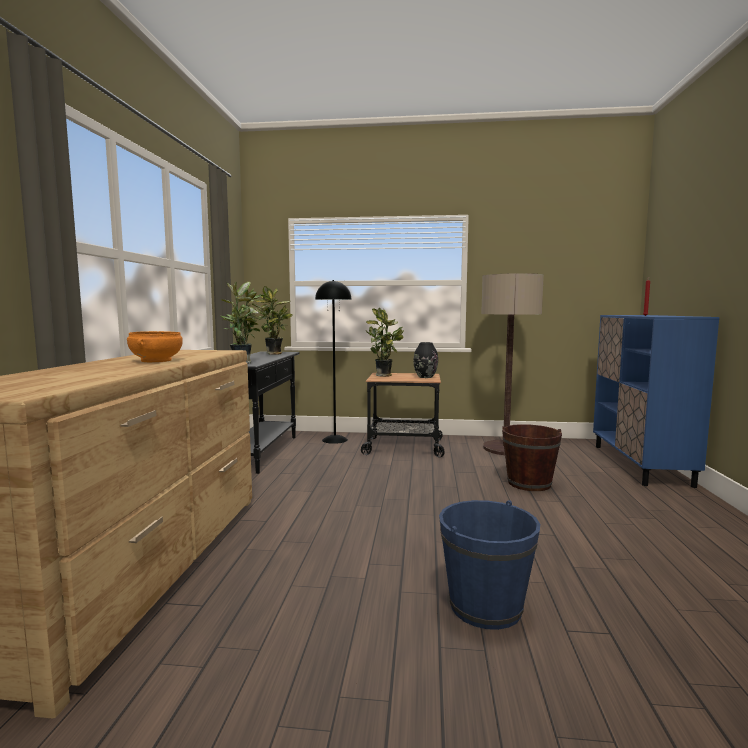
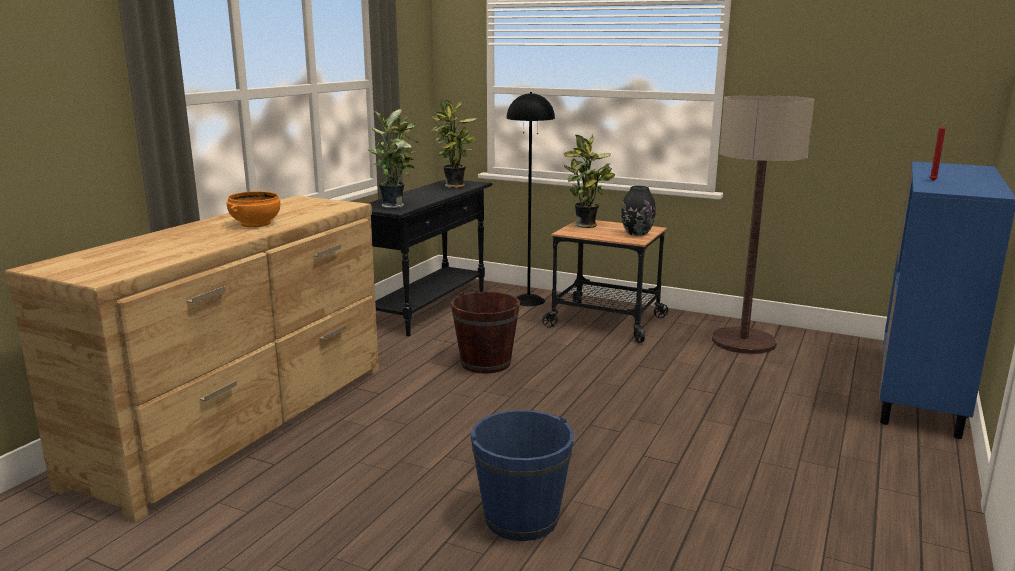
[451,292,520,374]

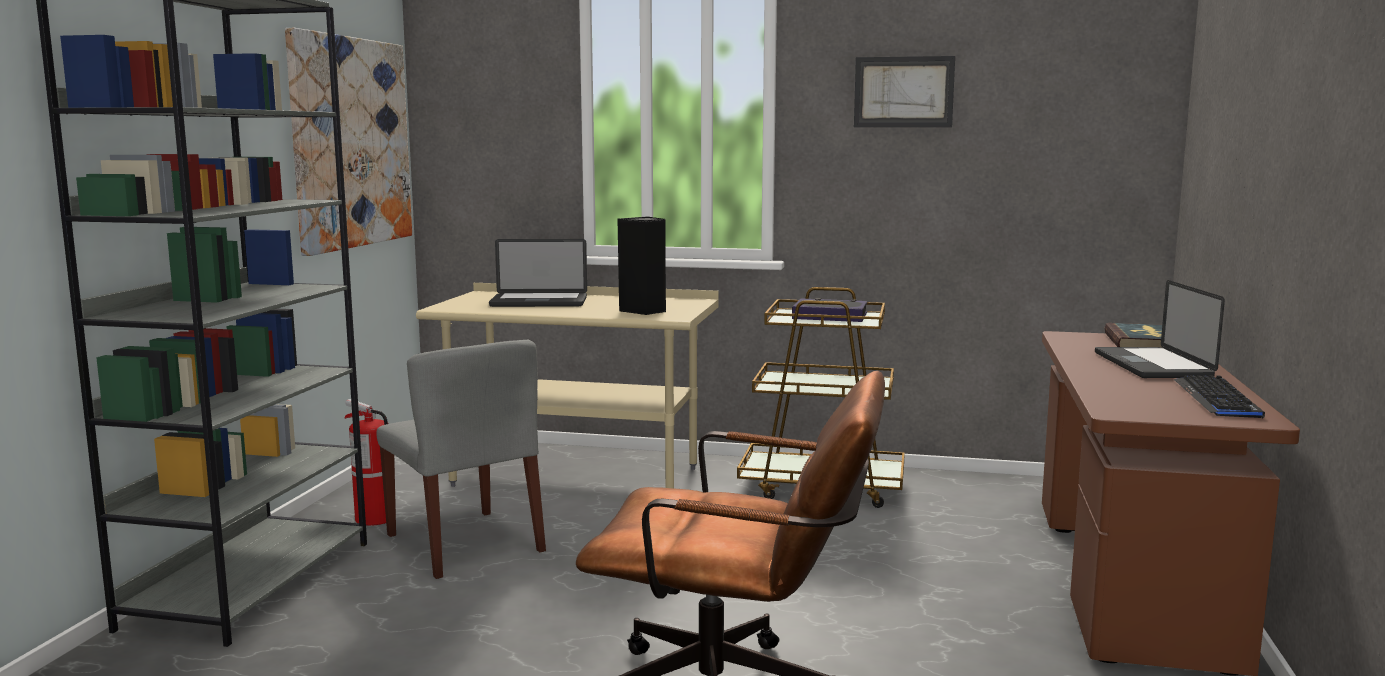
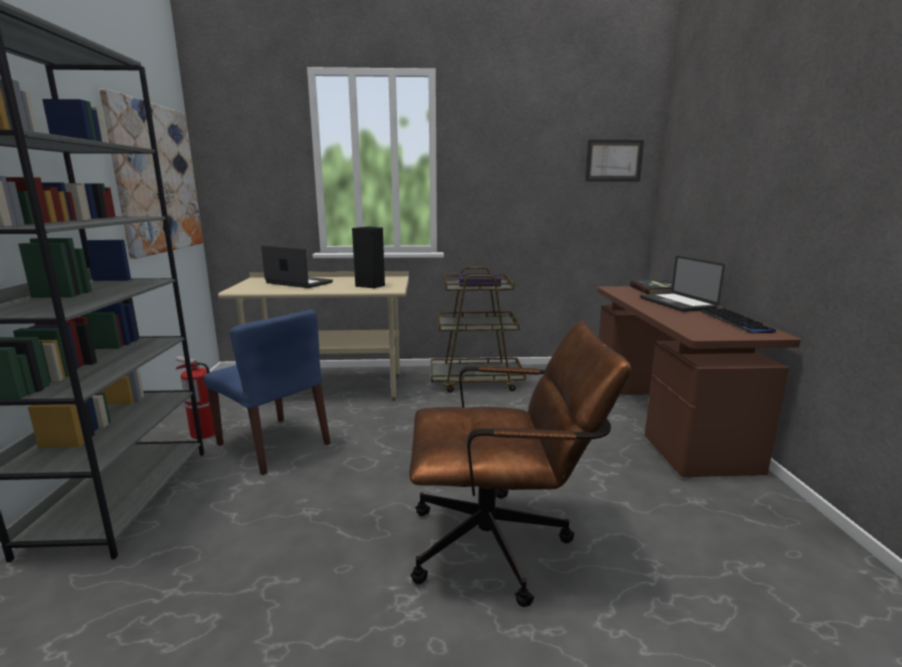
[204,310,331,475]
[261,245,333,288]
[585,140,644,181]

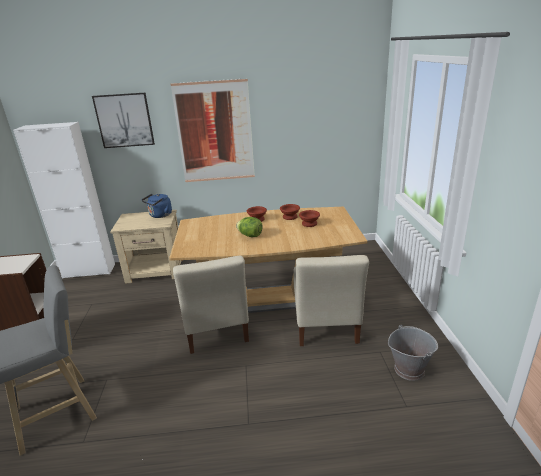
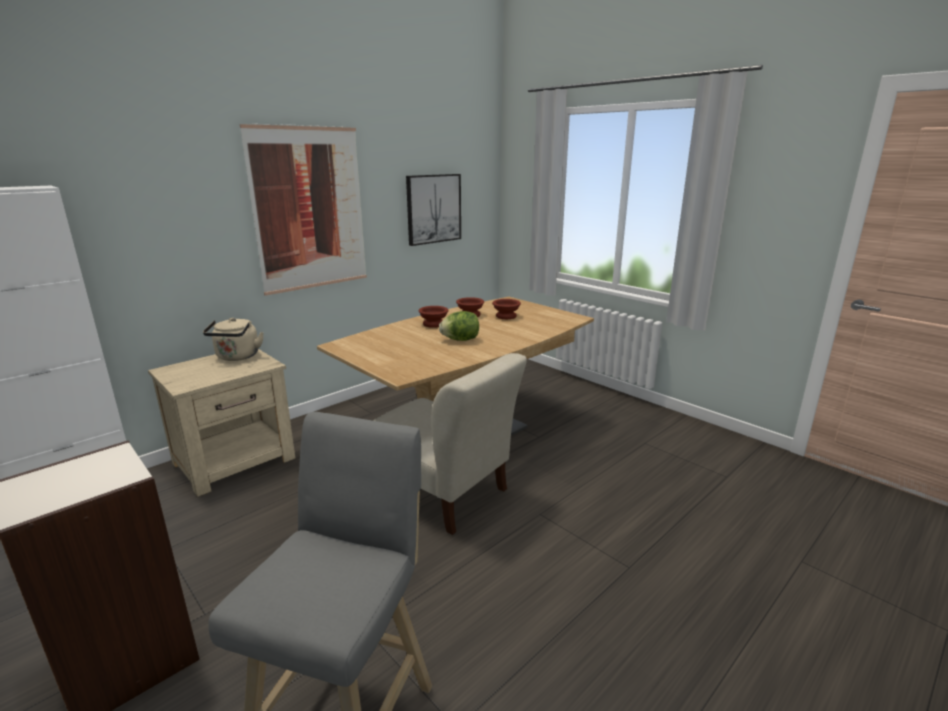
[203,318,264,361]
[406,174,461,246]
[293,255,369,346] (first image)
[388,324,438,381] (first image)

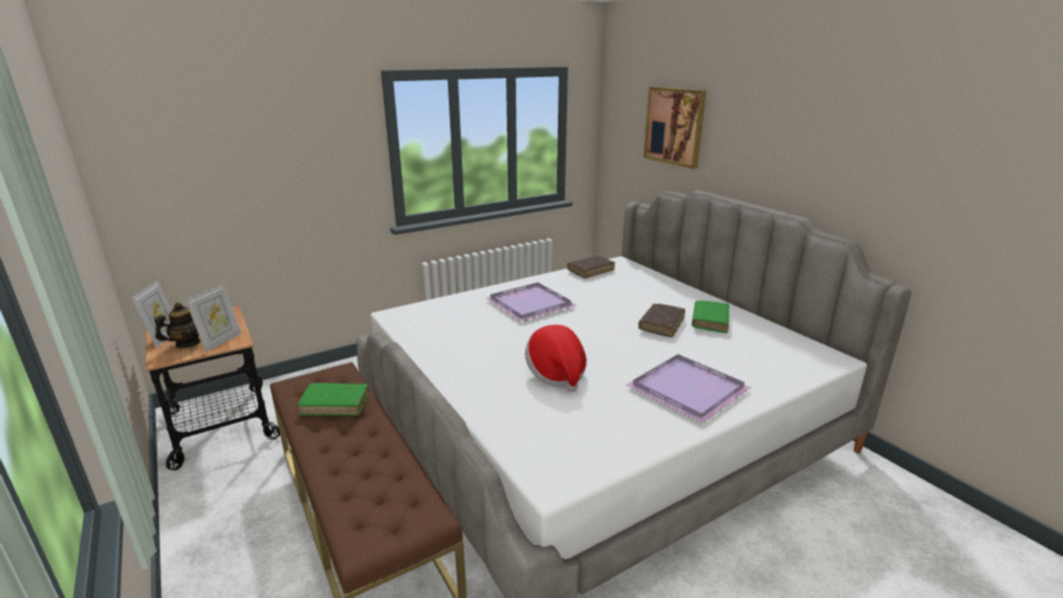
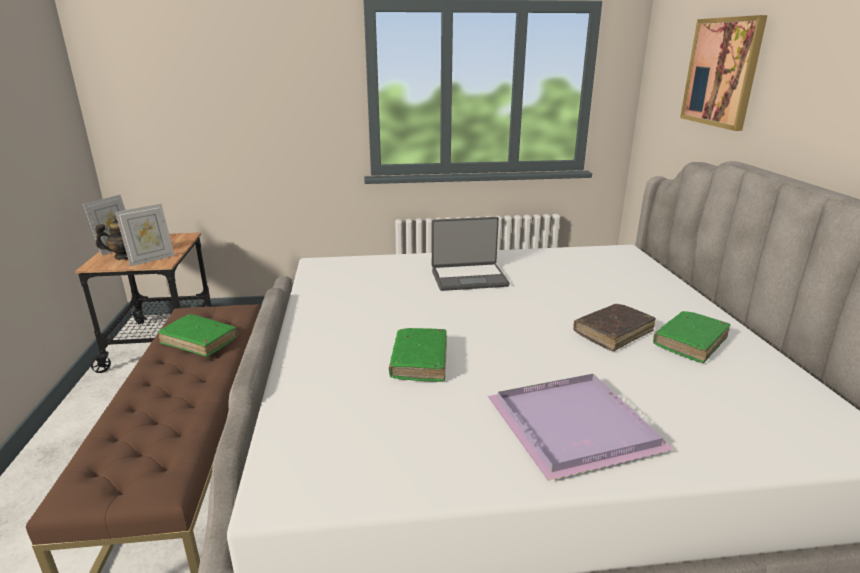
[389,328,447,382]
[432,217,510,291]
[567,256,615,279] (first image)

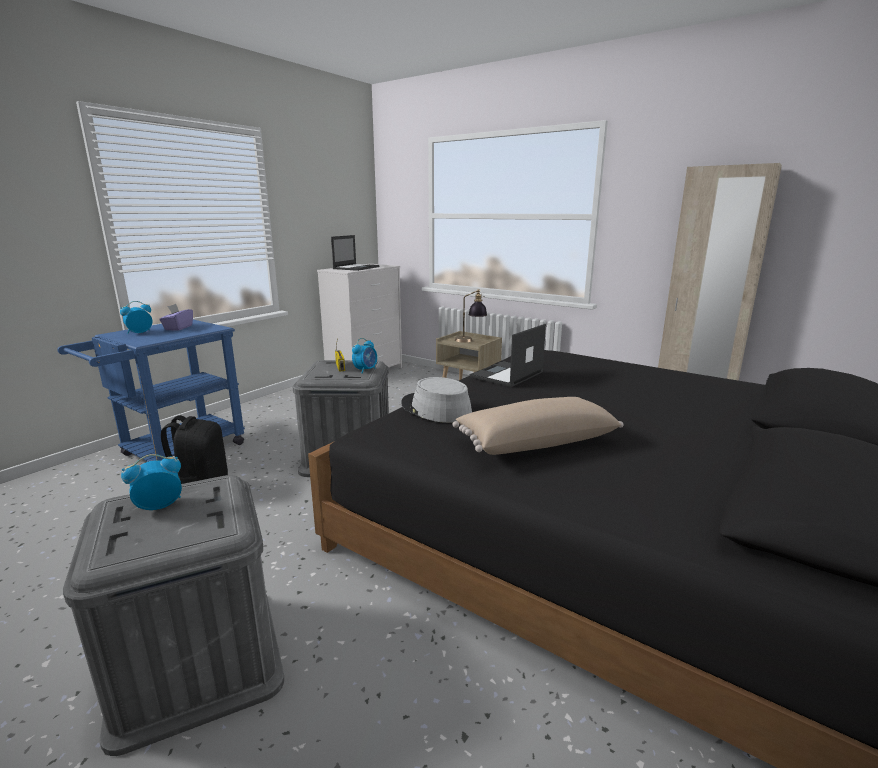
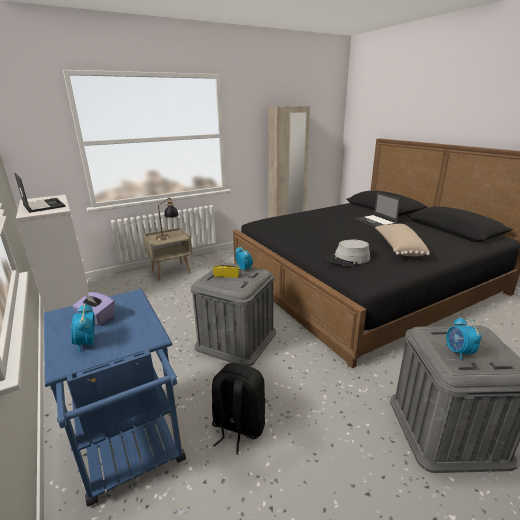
[355,191,401,227]

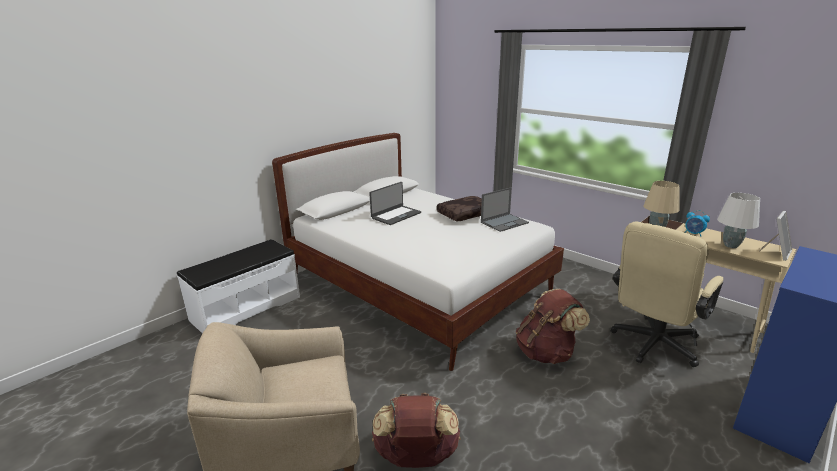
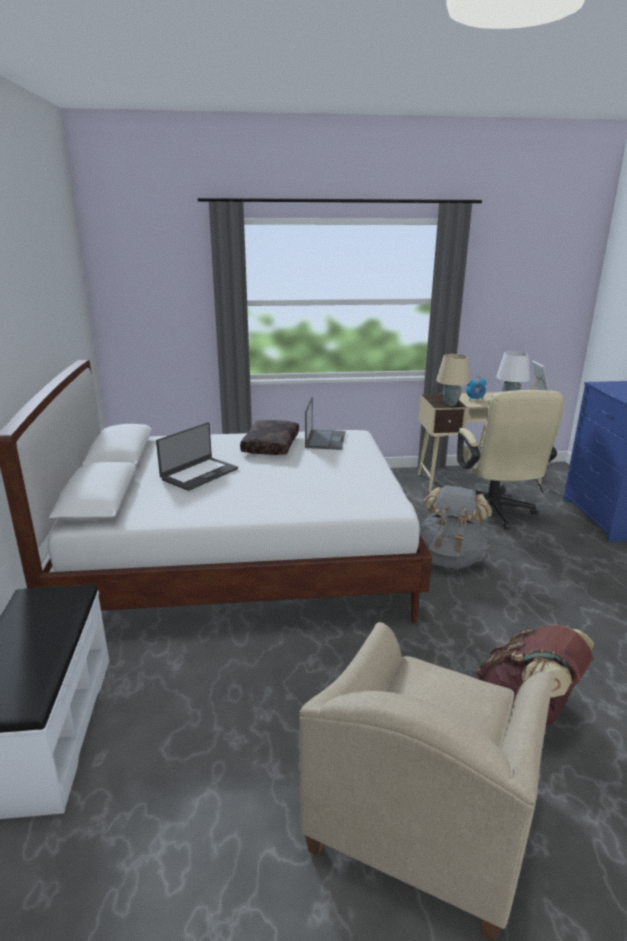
[156,422,238,491]
[419,485,492,569]

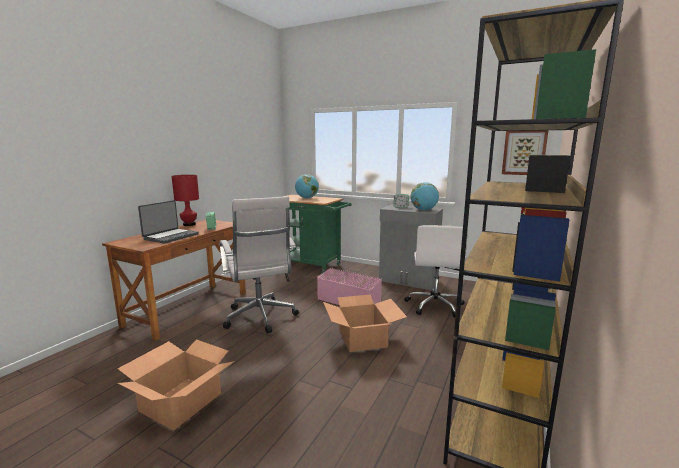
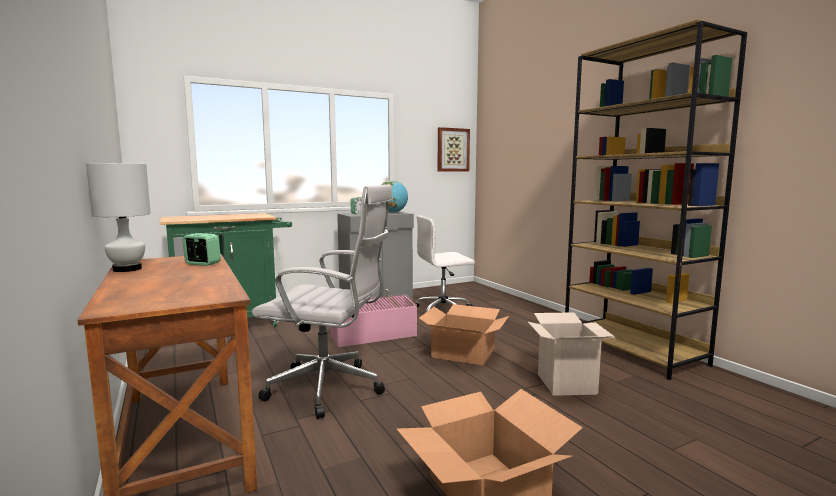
[86,163,151,272]
[416,215,475,312]
[528,312,615,396]
[138,200,199,243] (first image)
[295,174,319,199] (first image)

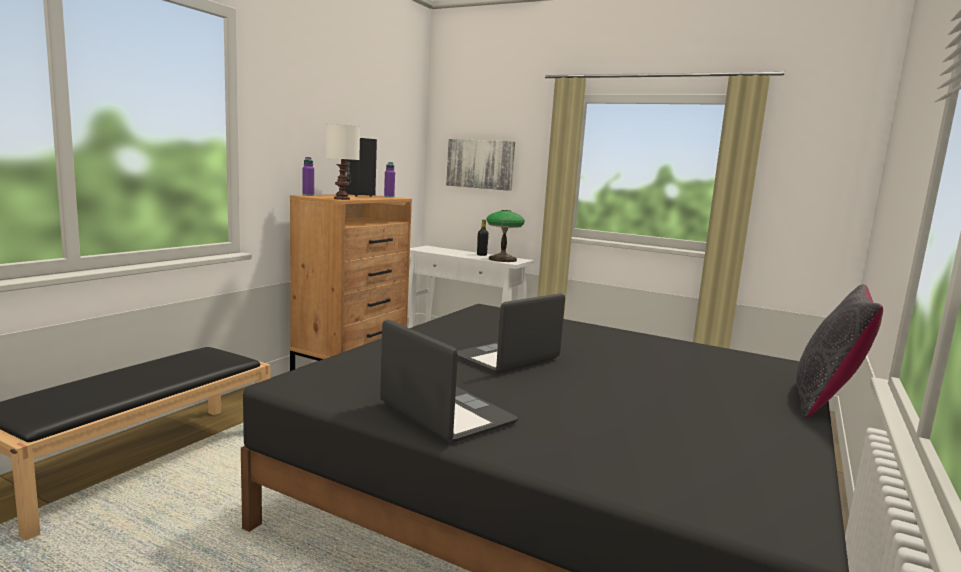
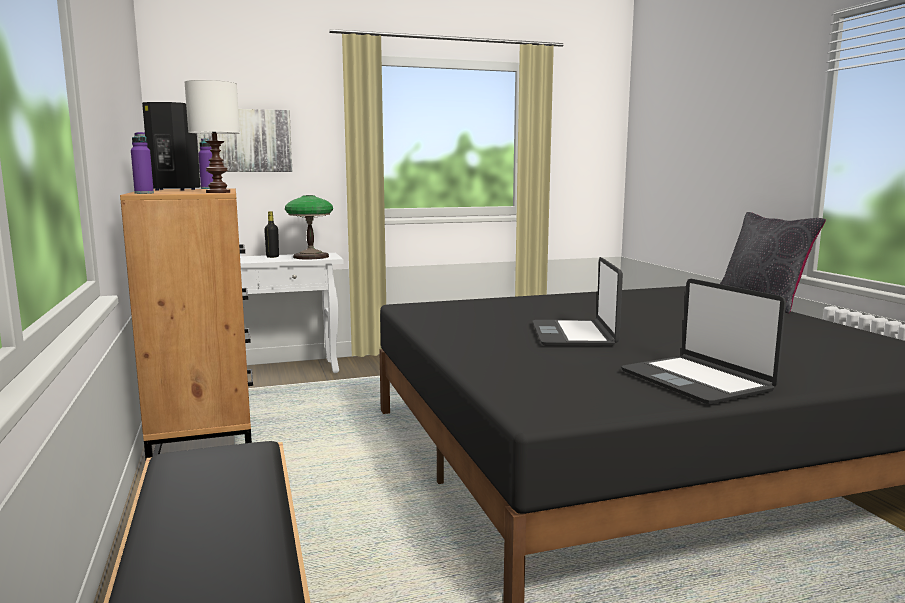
[621,279,786,405]

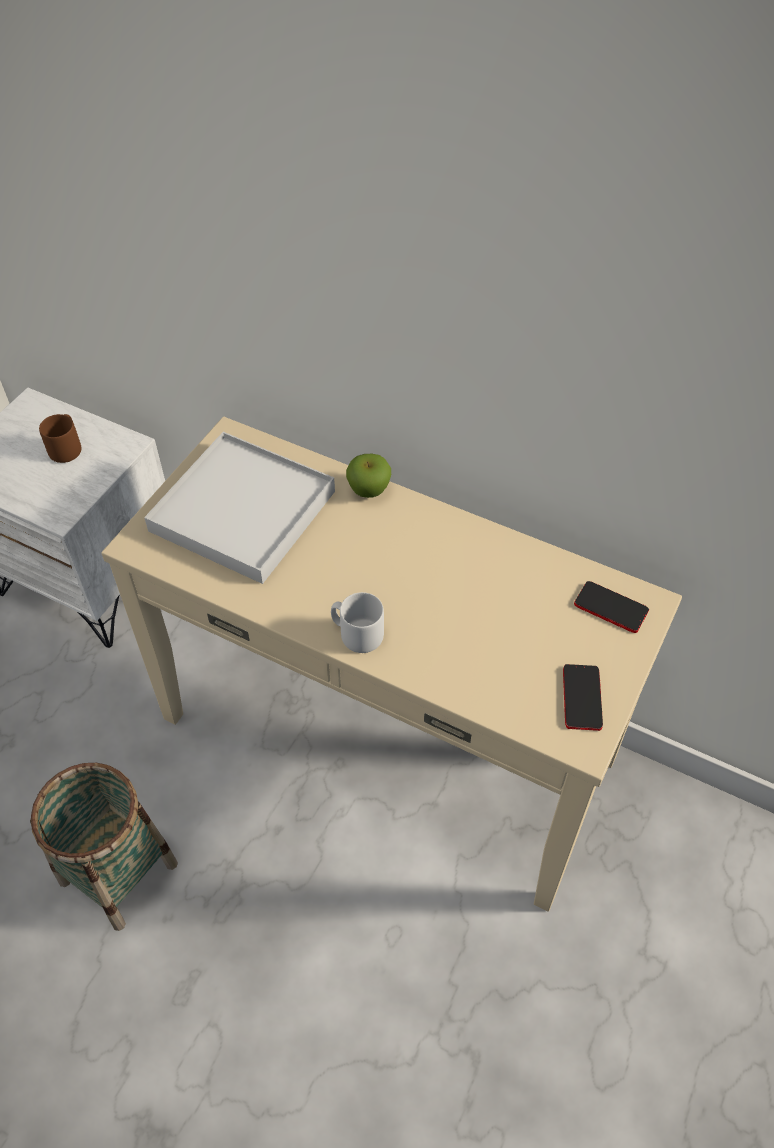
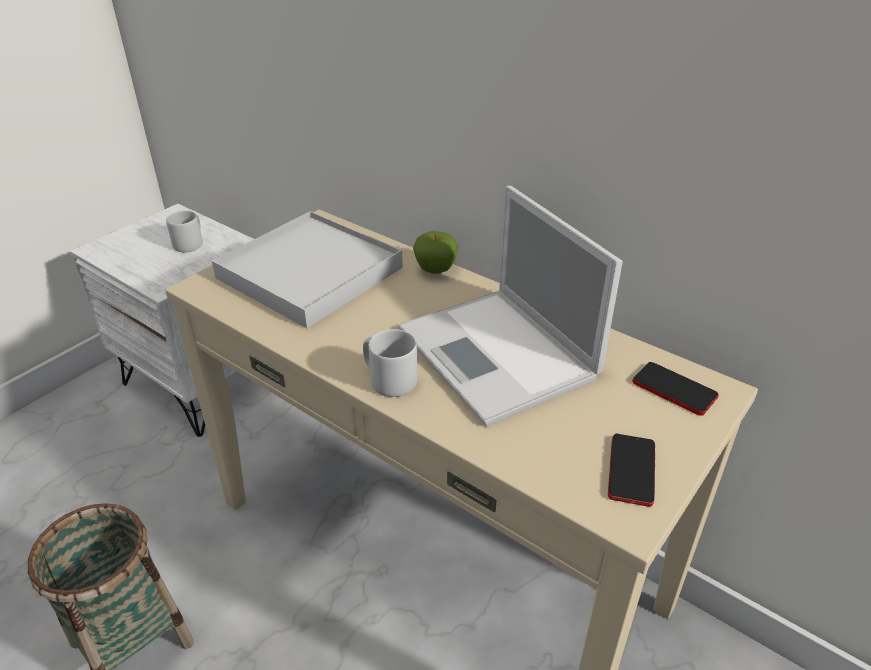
[166,210,203,252]
[398,186,623,427]

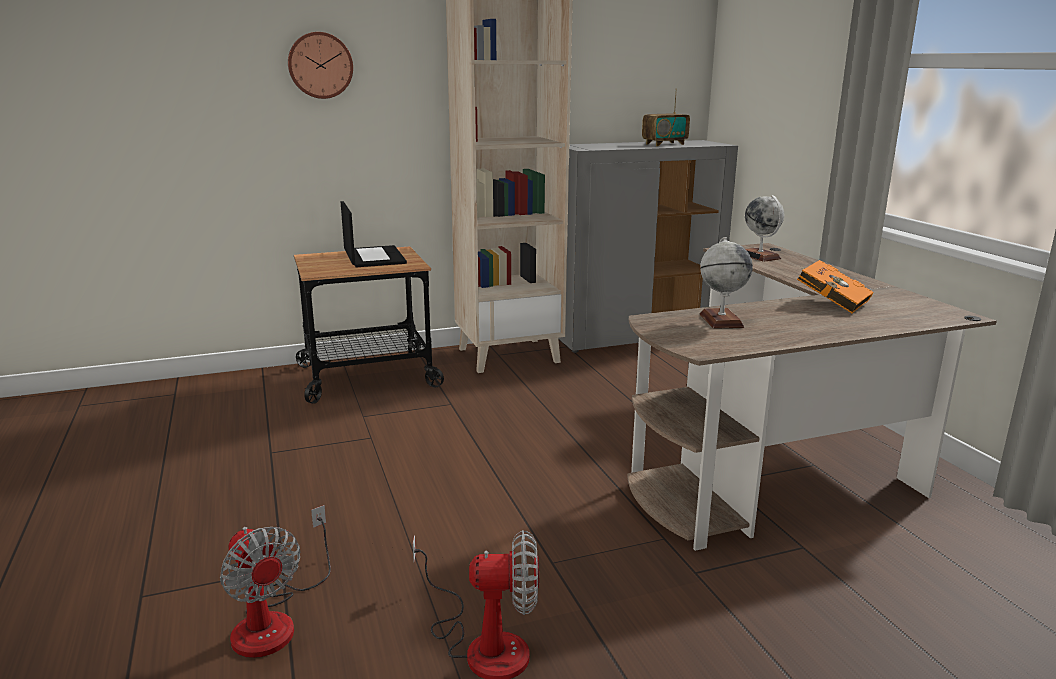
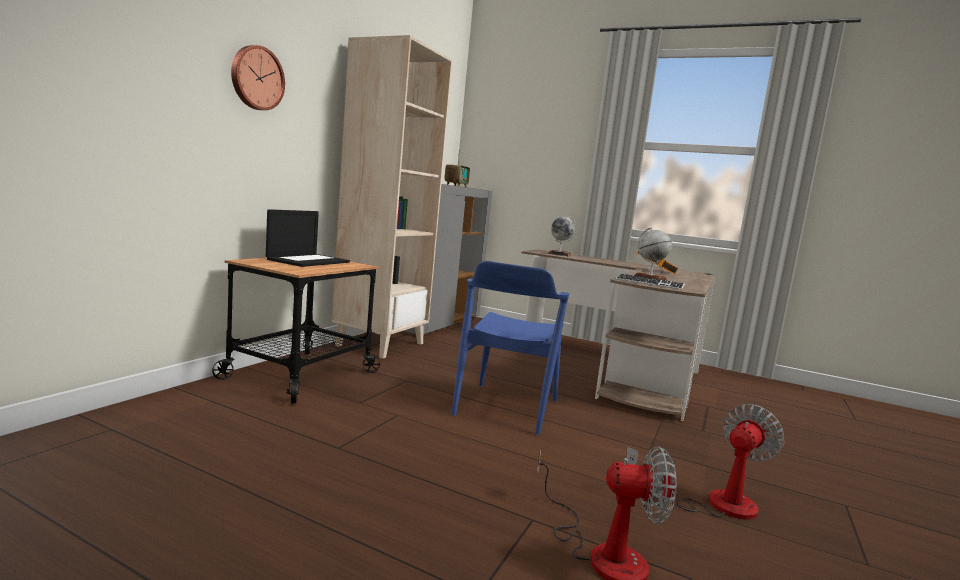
[266,209,350,267]
[452,261,569,435]
[616,274,685,290]

